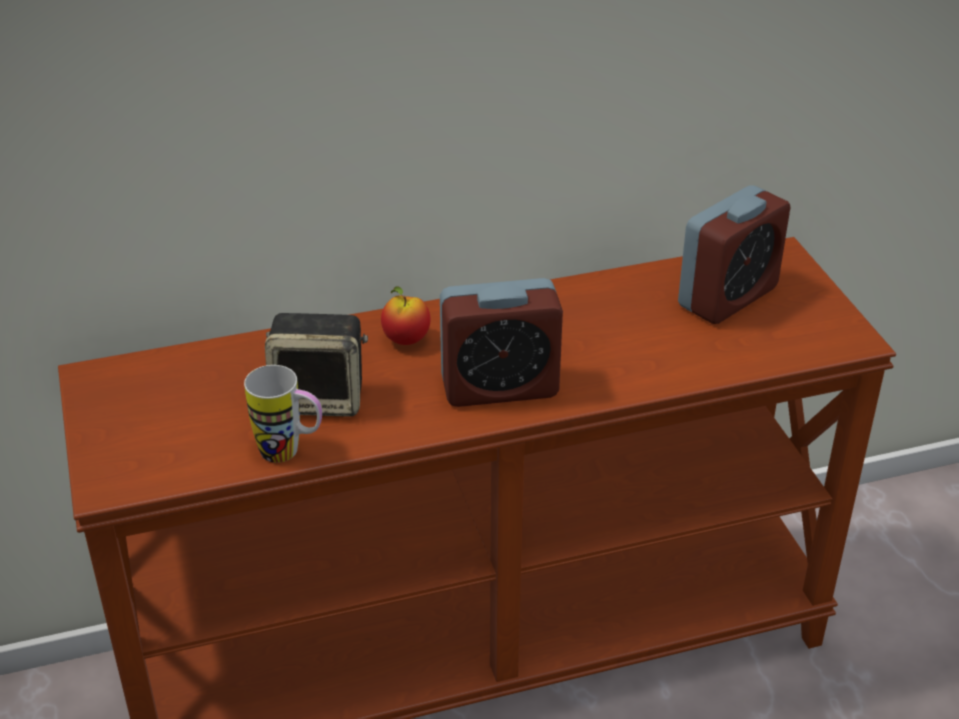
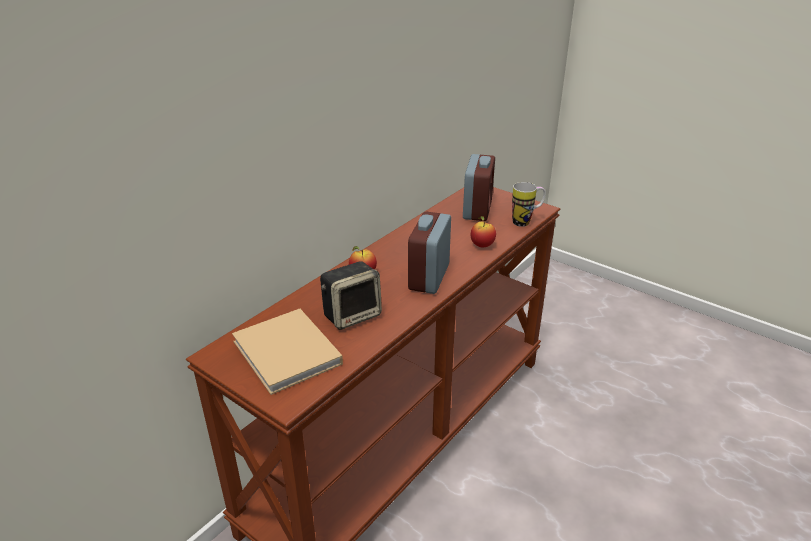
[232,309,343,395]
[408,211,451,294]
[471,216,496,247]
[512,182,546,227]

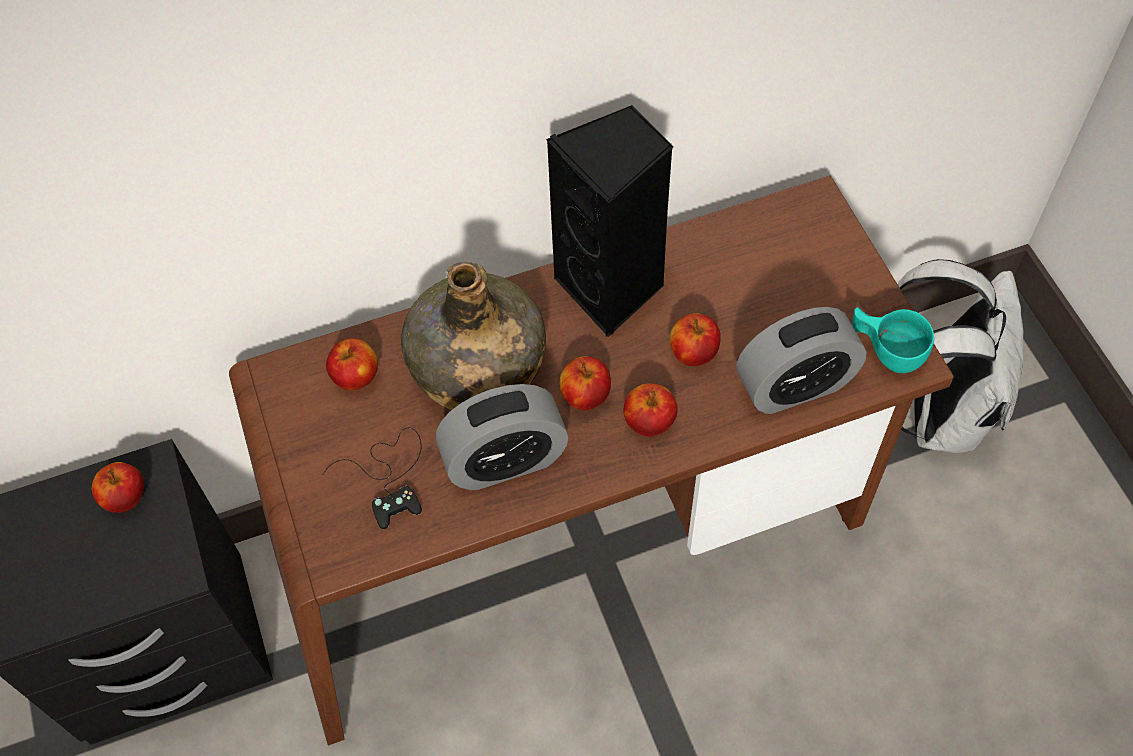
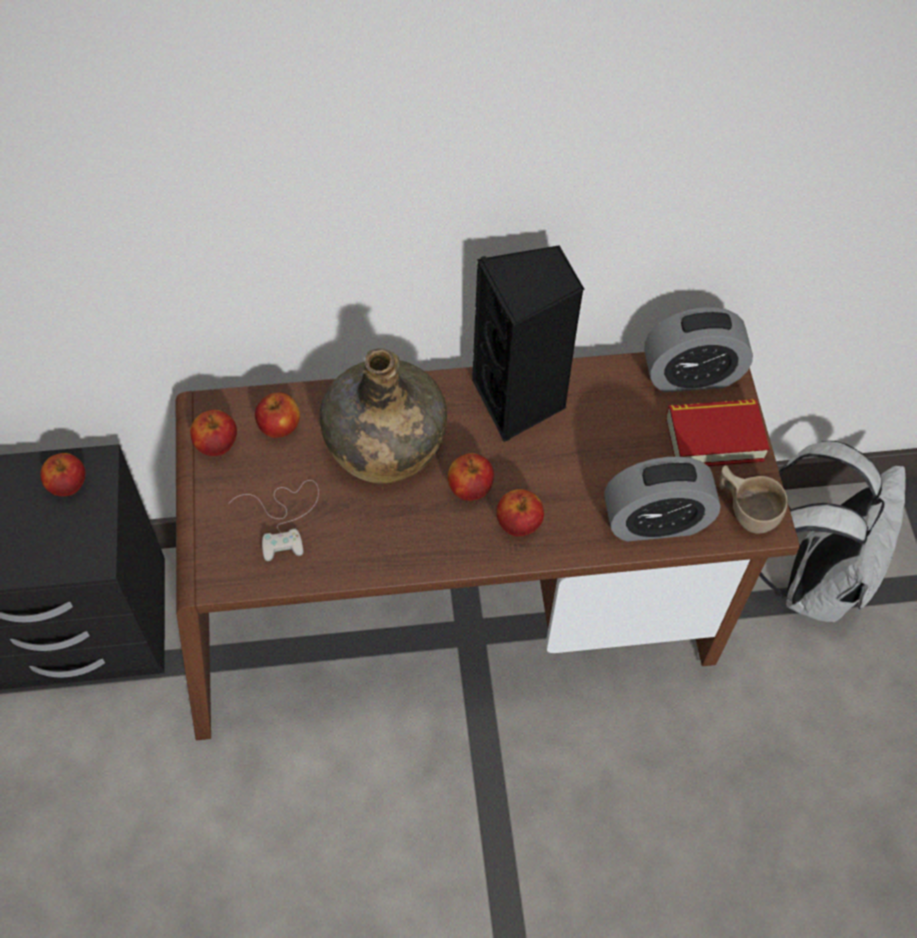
[190,410,237,456]
[229,480,319,561]
[644,307,753,392]
[666,399,770,466]
[720,465,787,533]

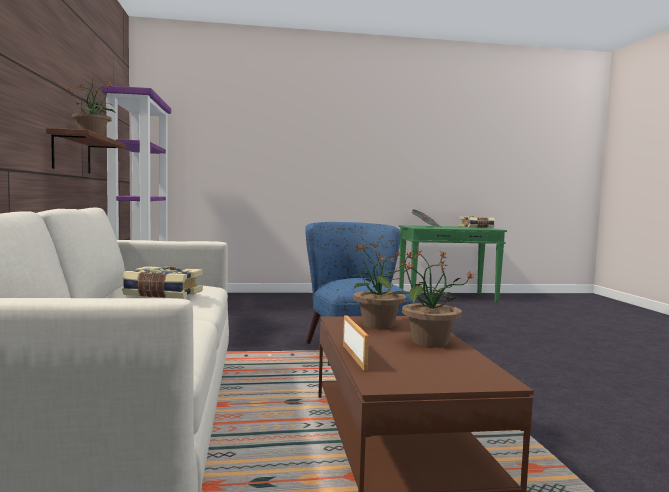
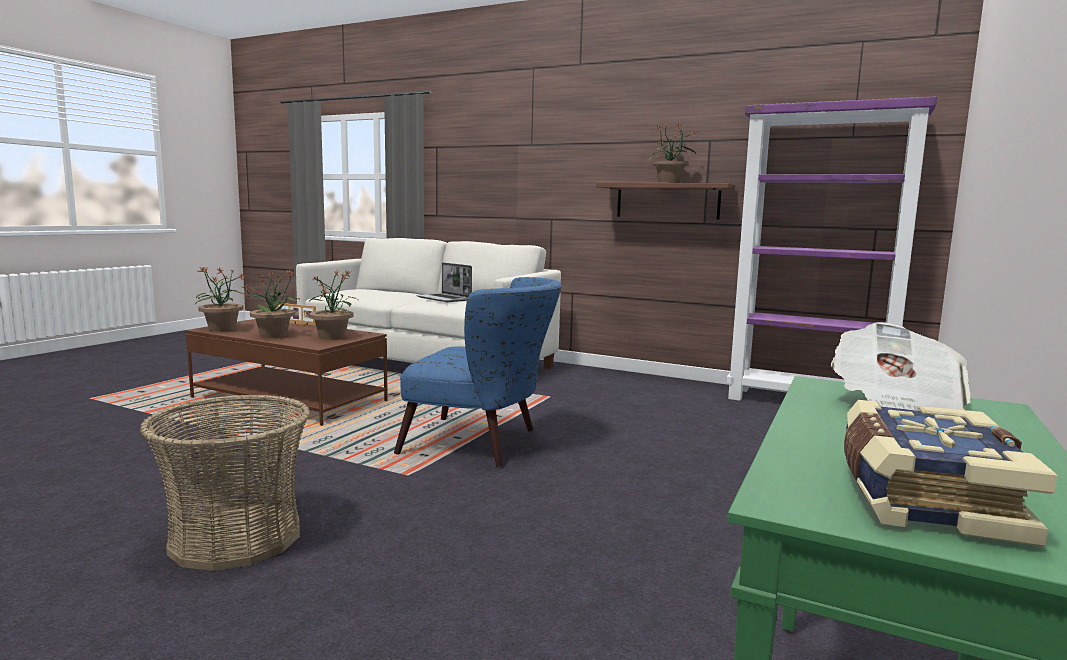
[140,395,311,571]
[195,267,250,332]
[416,262,472,302]

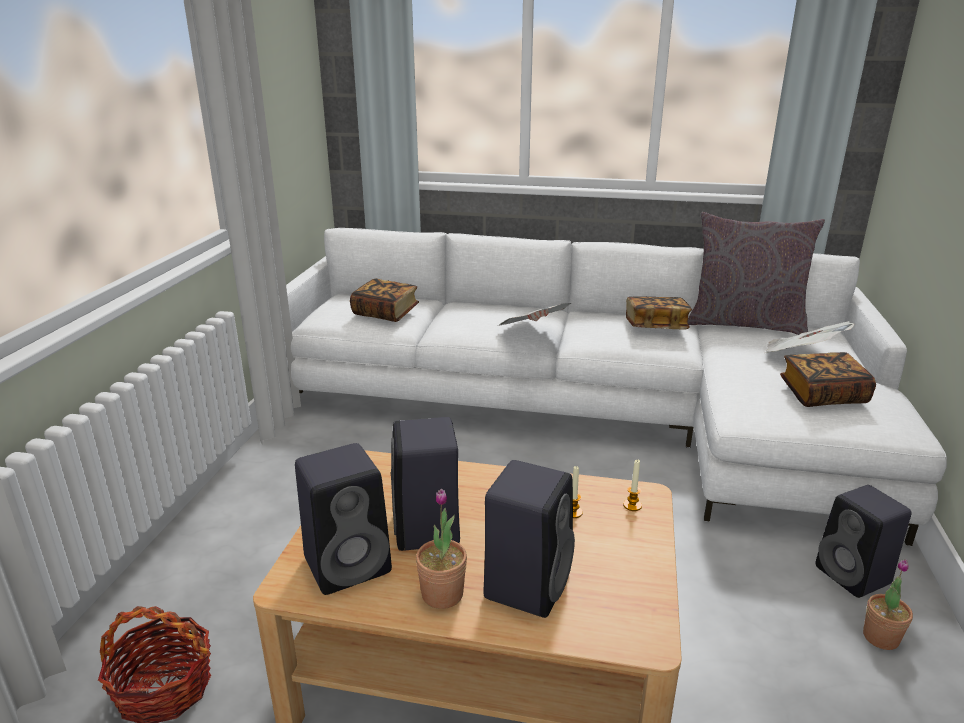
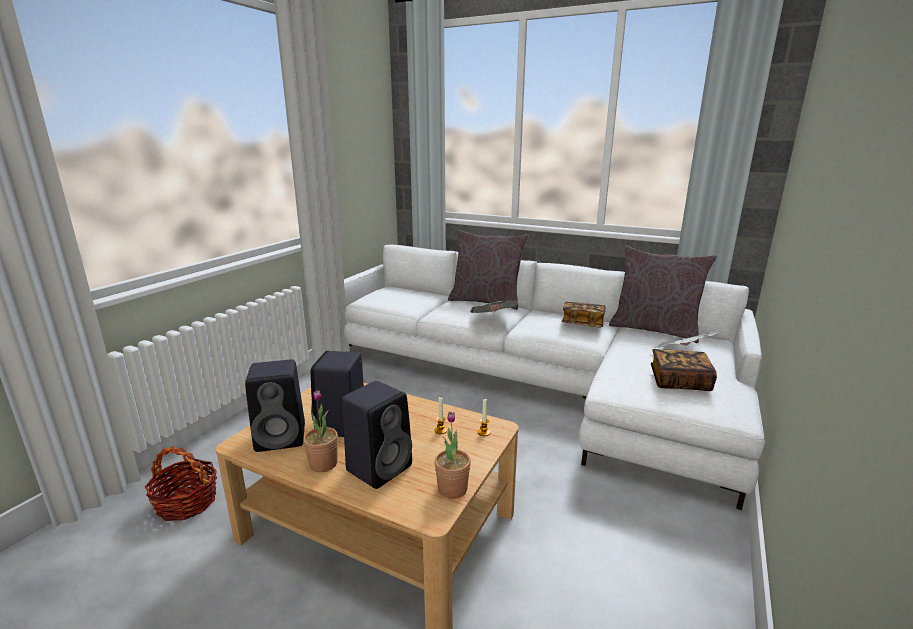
[435,411,471,499]
[448,229,528,310]
[350,278,419,322] (first image)
[815,485,912,598] (first image)

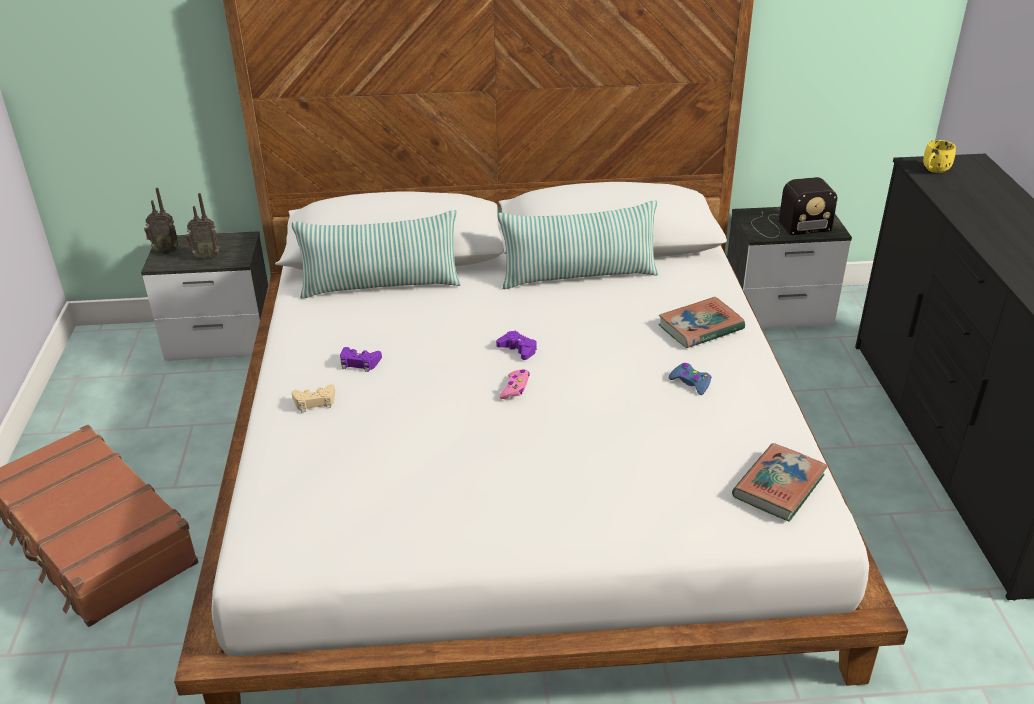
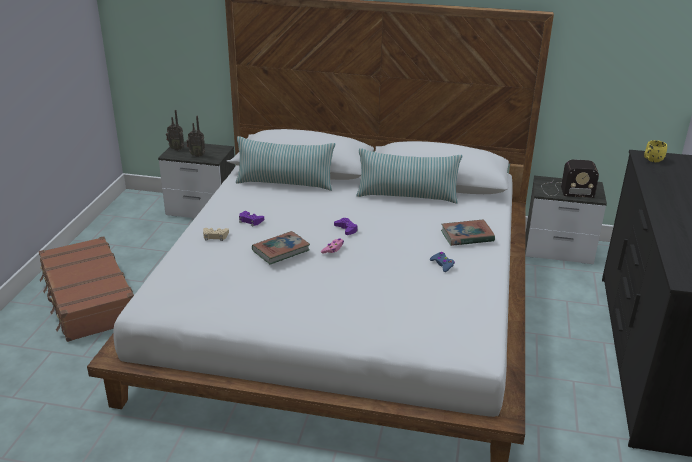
[252,231,310,265]

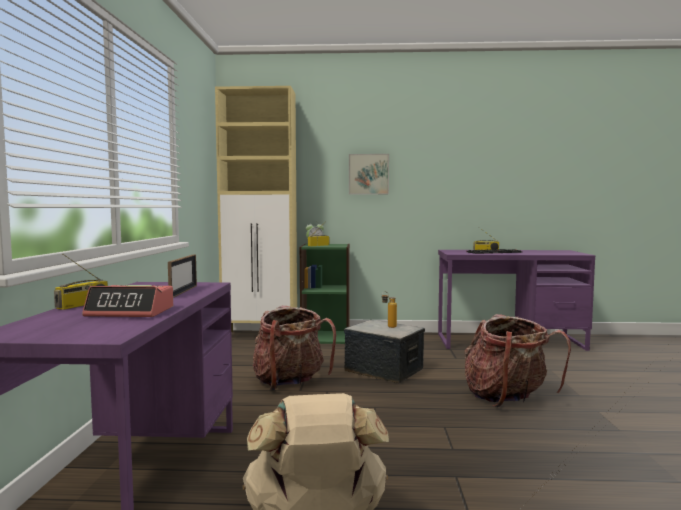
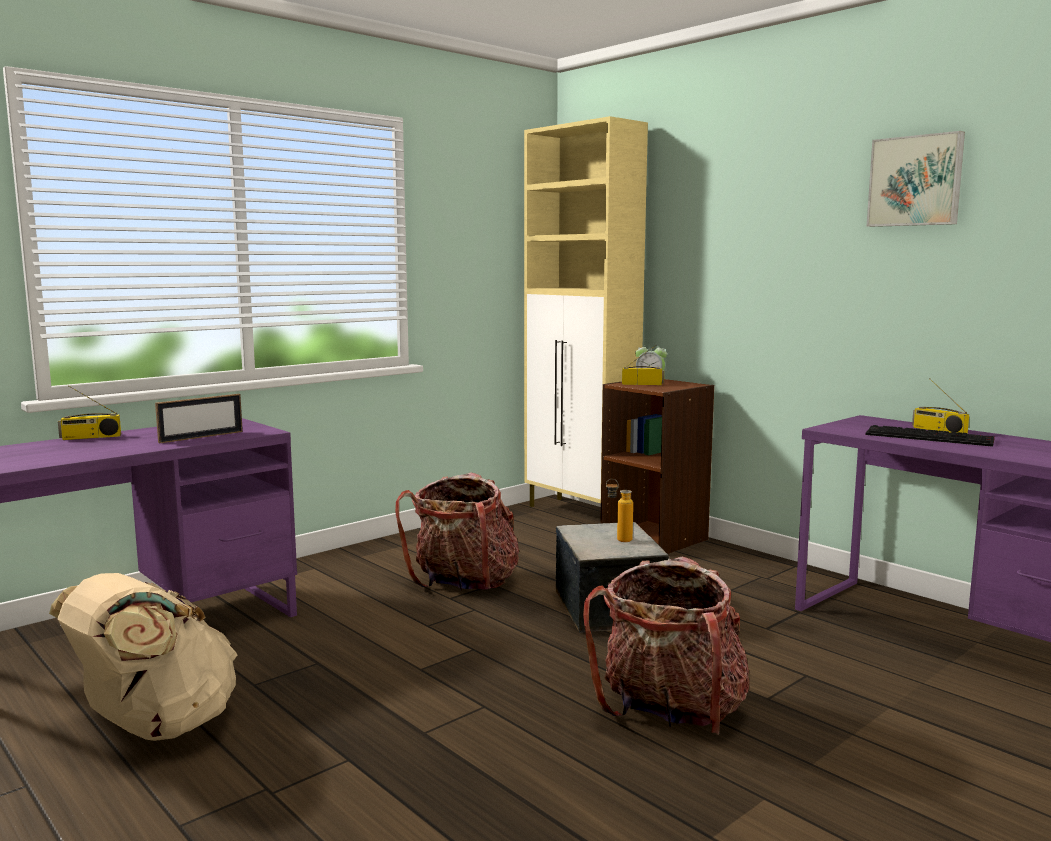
[601,379,714,554]
[867,131,965,227]
[82,285,173,317] (first image)

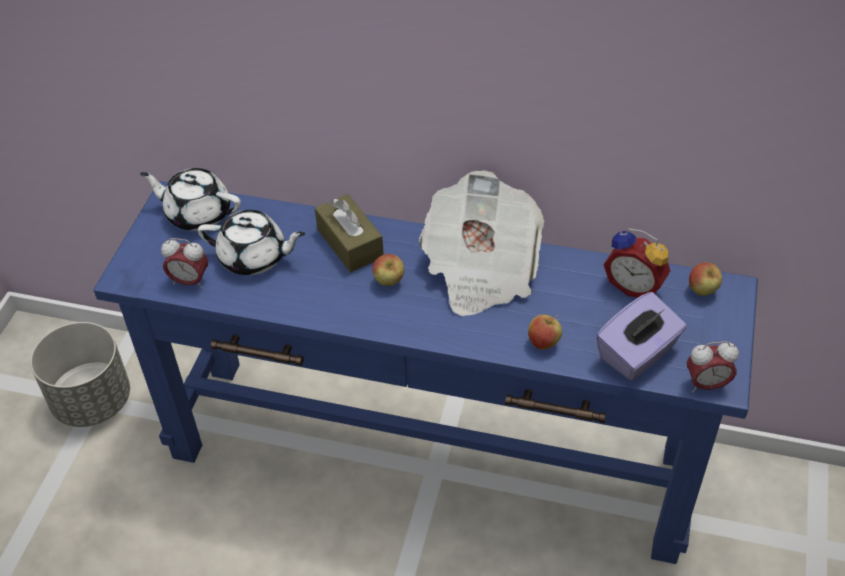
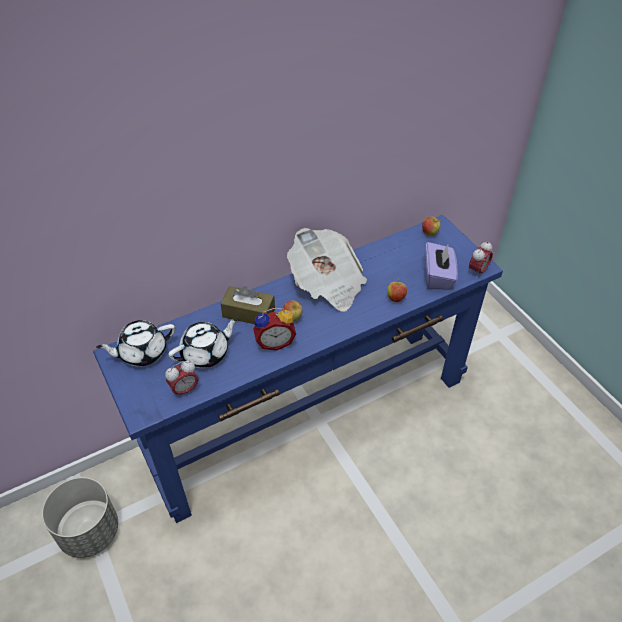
[253,308,296,351]

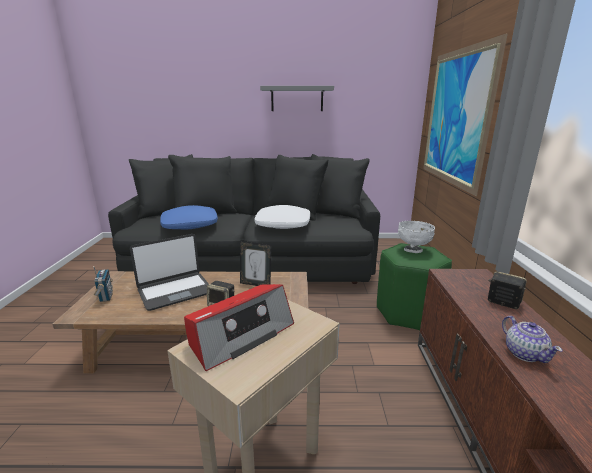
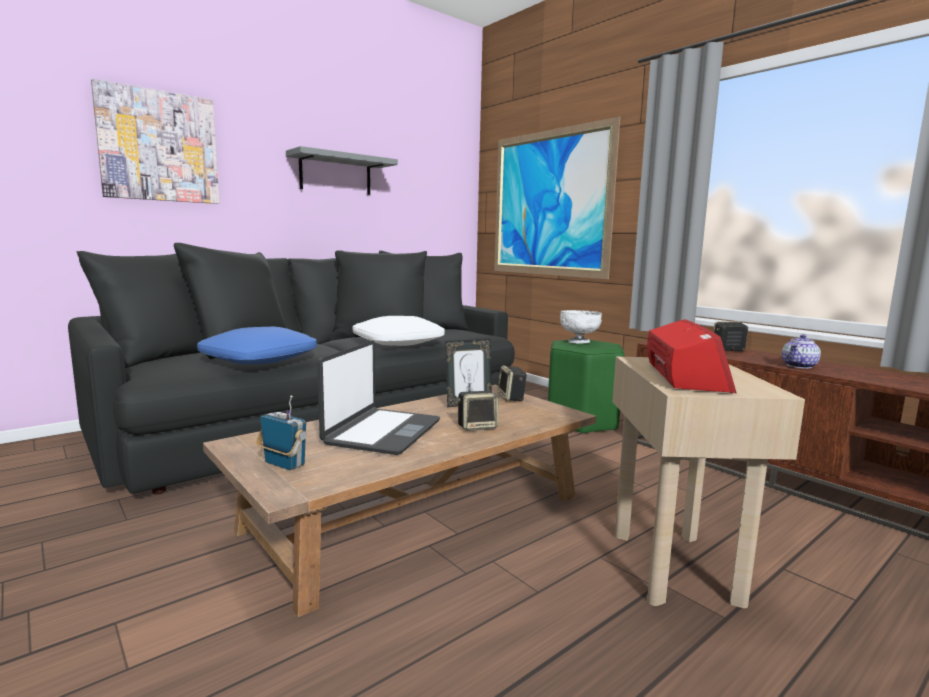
[91,79,219,204]
[497,366,527,401]
[782,334,821,369]

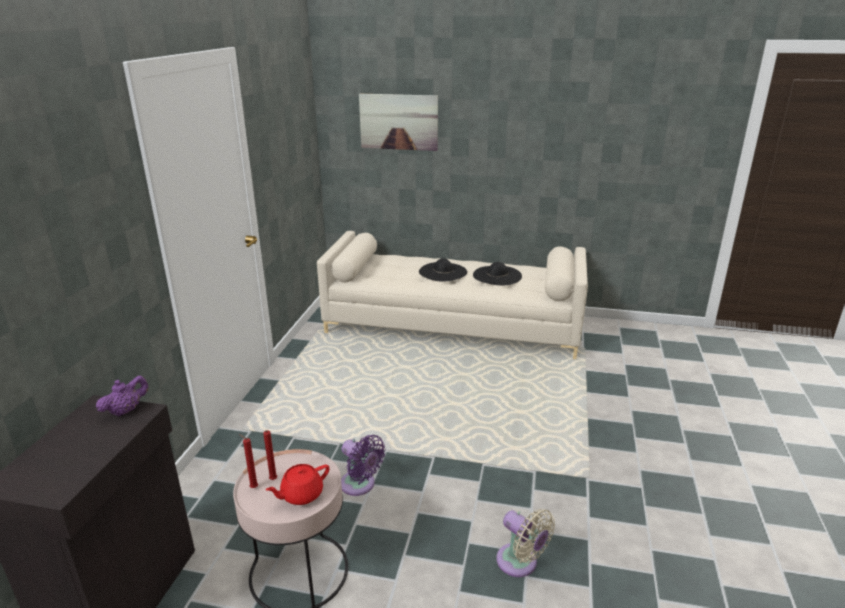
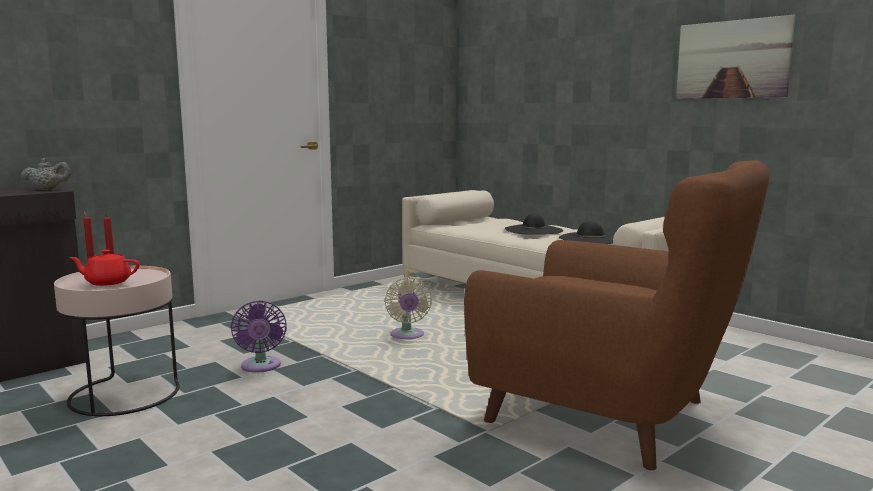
[21,158,71,190]
[385,277,432,339]
[464,161,769,470]
[676,15,796,99]

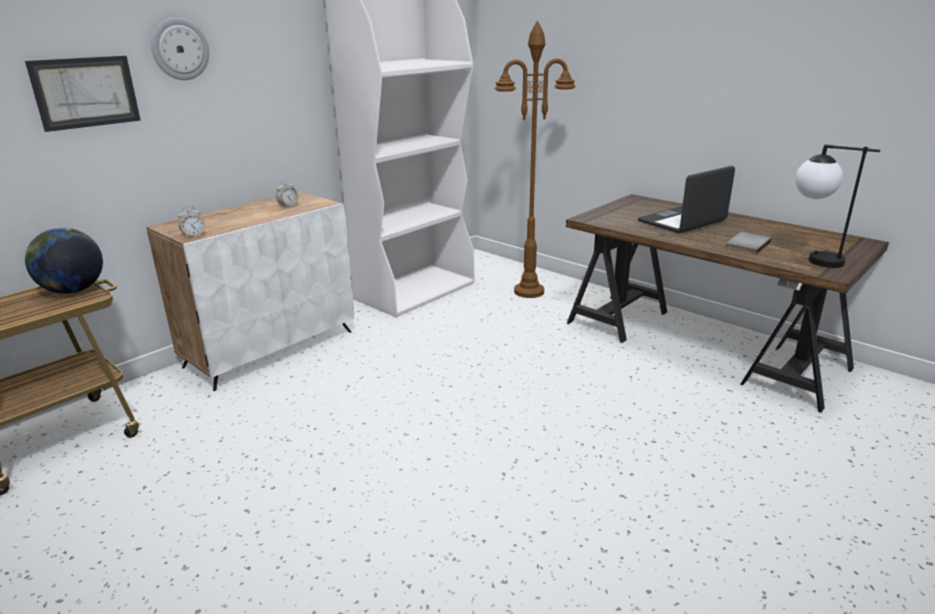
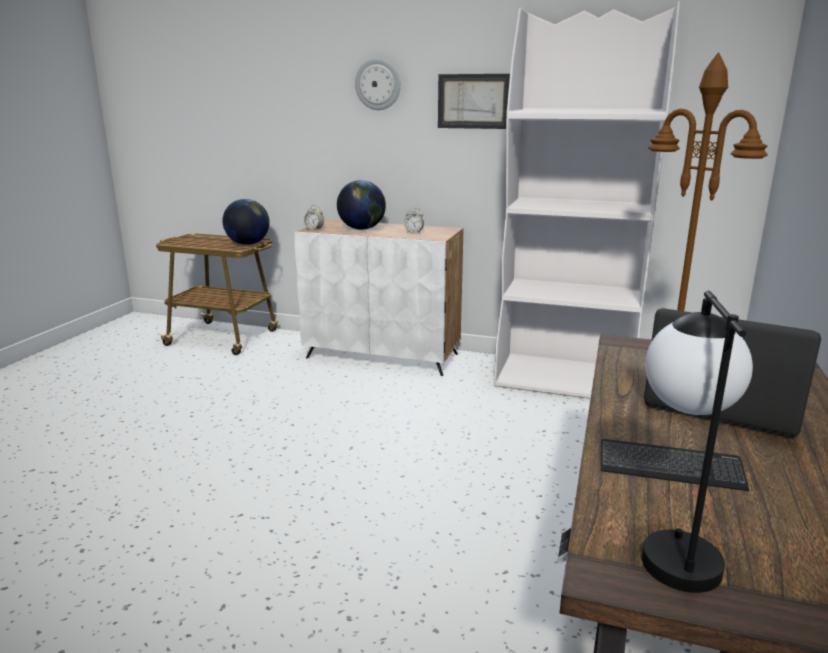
[337,180,386,230]
[438,74,510,129]
[600,439,749,491]

